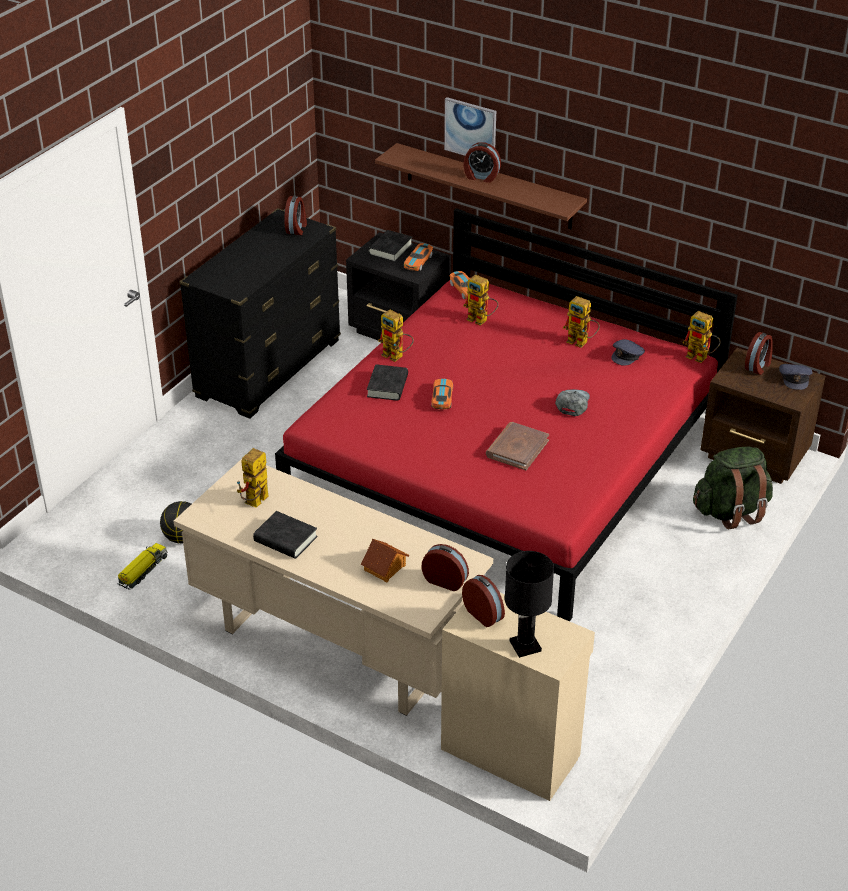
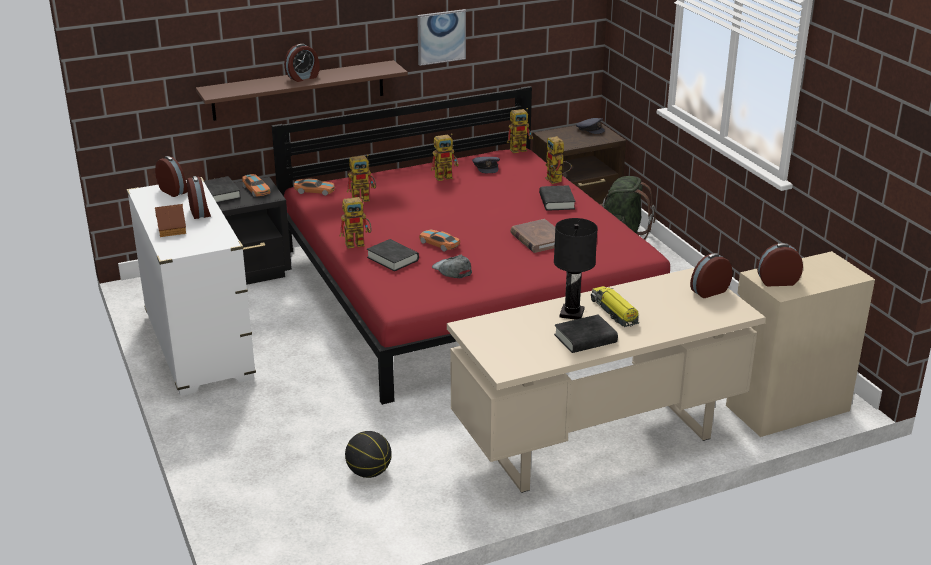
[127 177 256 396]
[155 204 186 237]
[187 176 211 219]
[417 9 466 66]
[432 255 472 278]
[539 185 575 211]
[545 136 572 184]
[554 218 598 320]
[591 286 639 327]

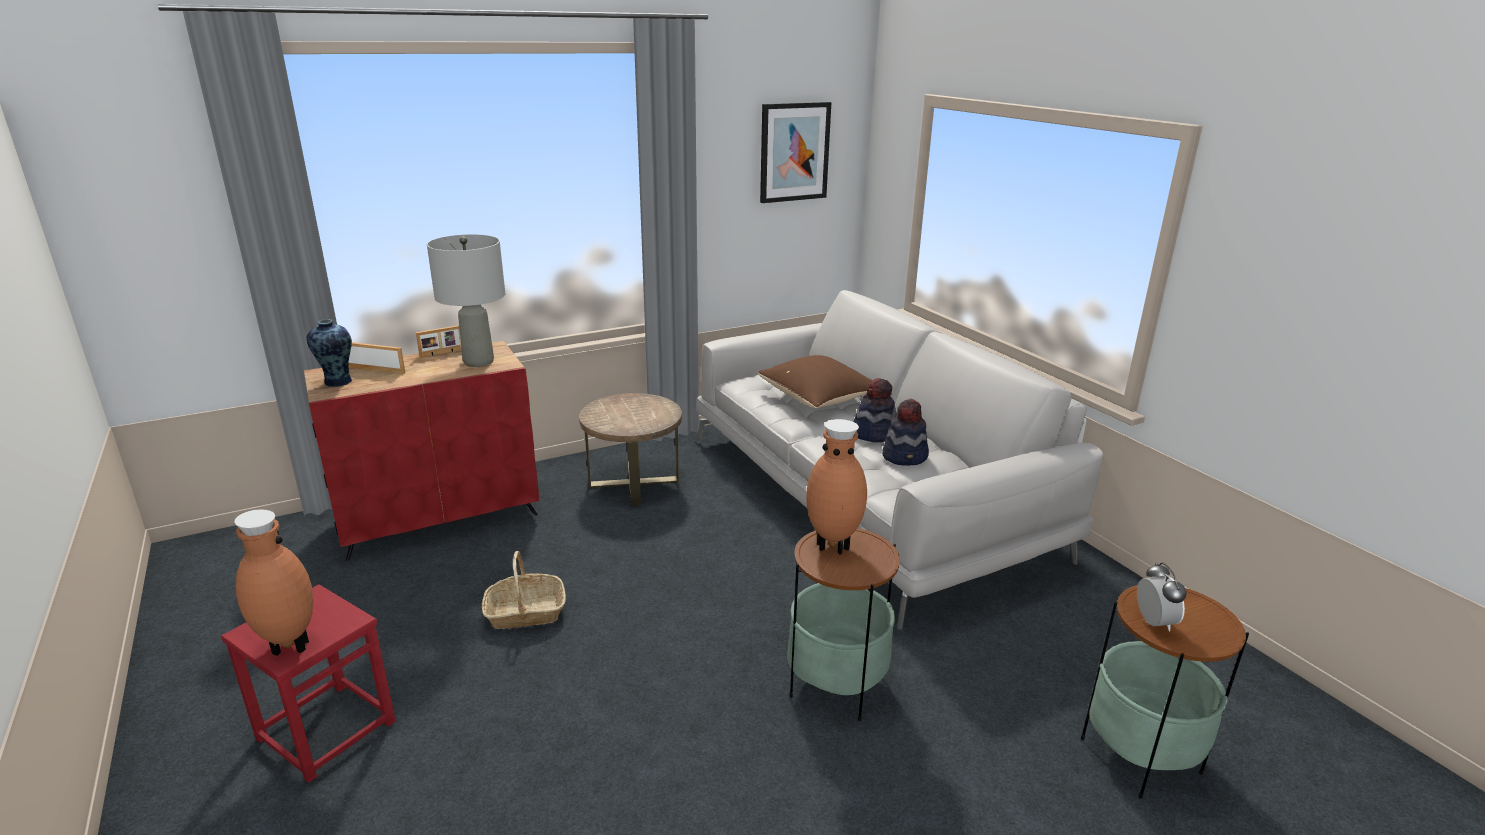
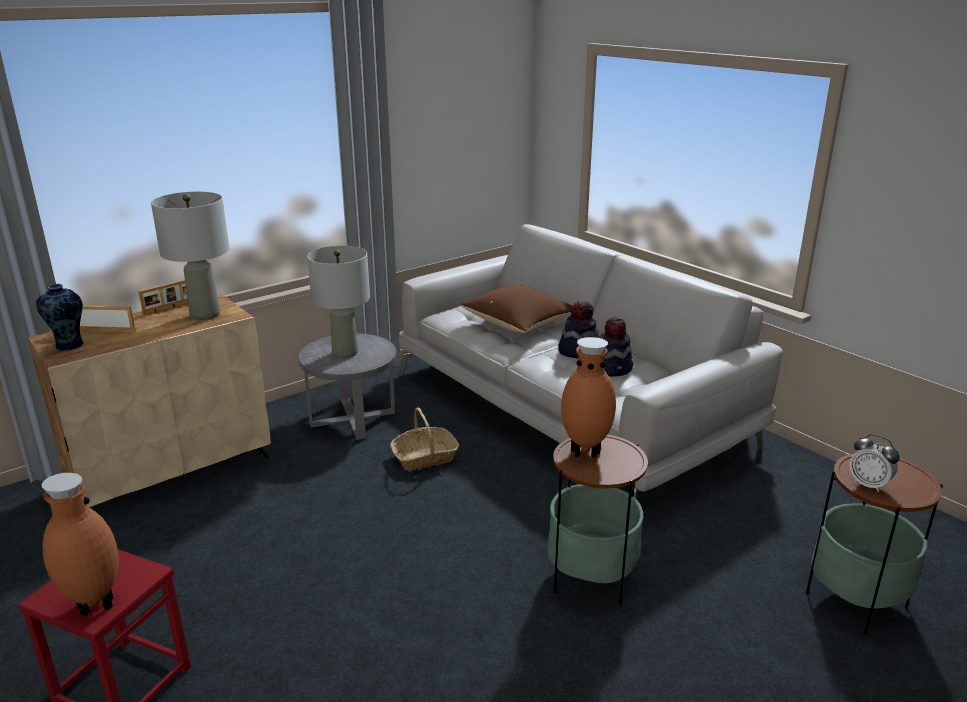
[28 293 271 510]
[299 333 396 440]
[307 246 370 358]
[390 408 459 470]
[849 434 900 492]
[760 102 831 203] (first image)

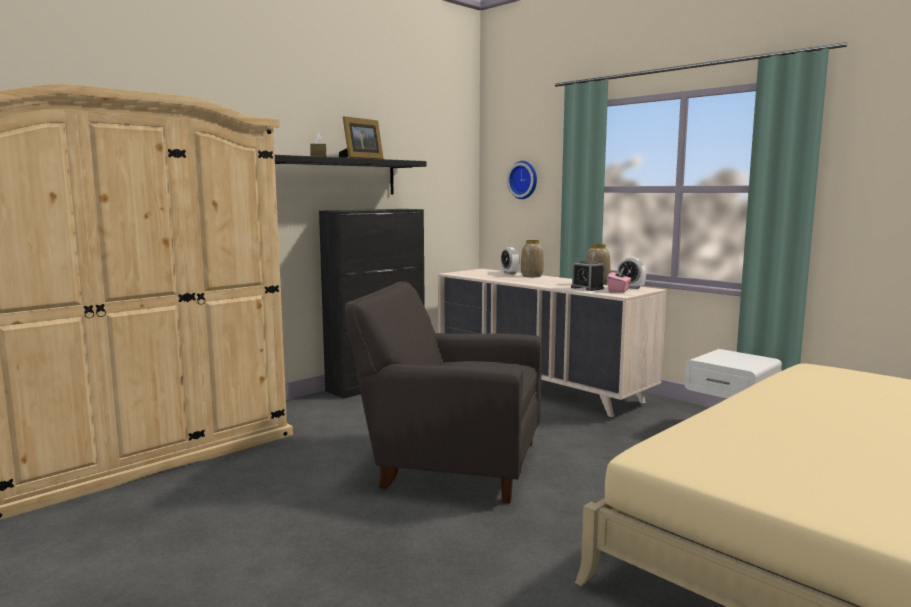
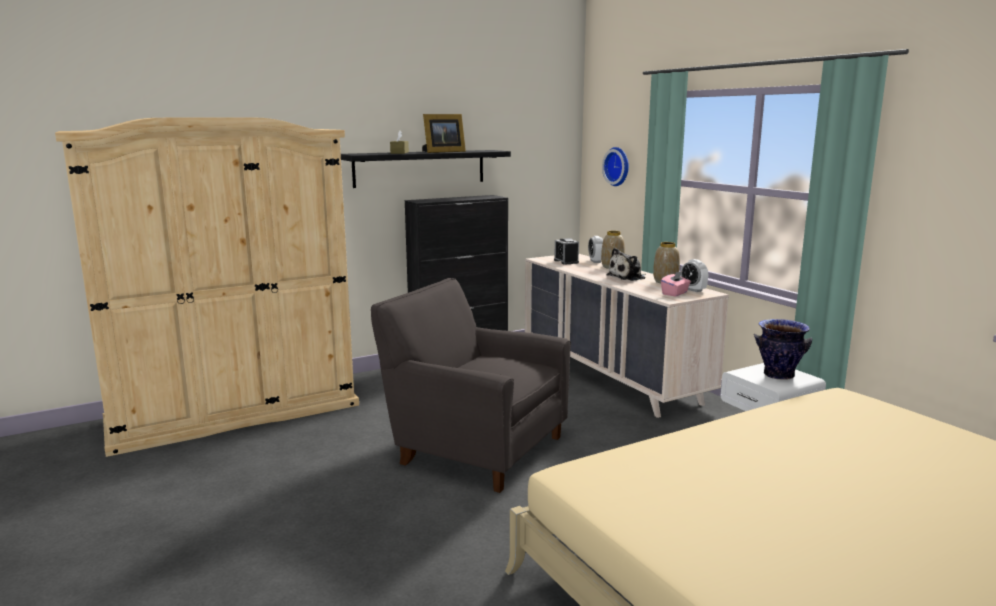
[554 238 579 265]
[607 248 646 281]
[754 319 812 380]

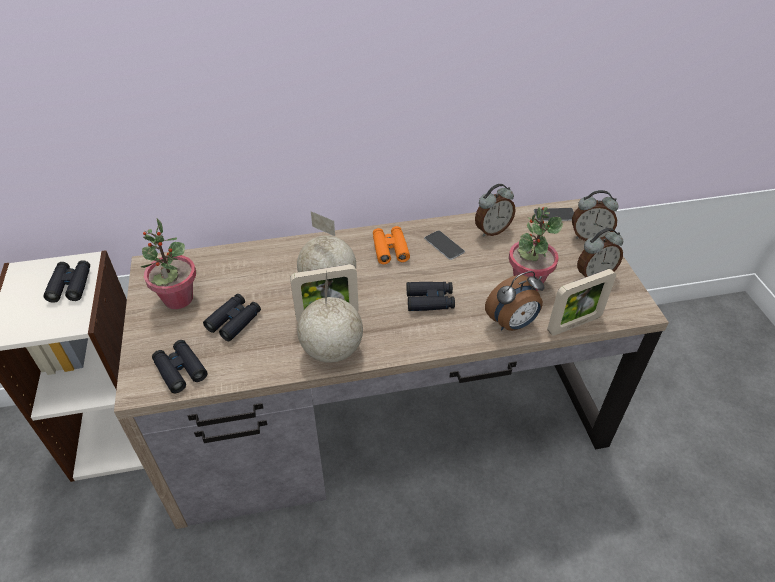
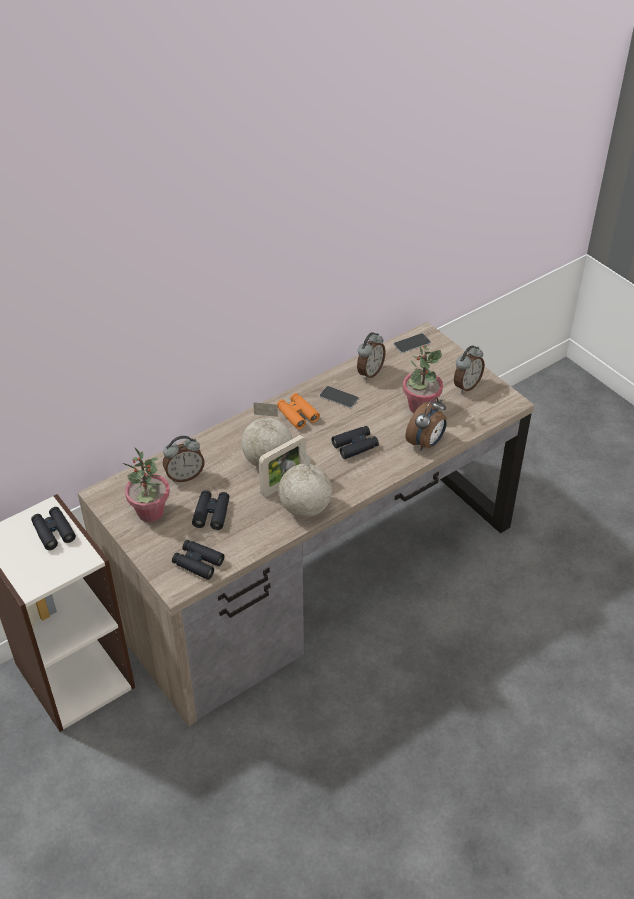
[163 436 205 482]
[547 269 616 336] (first image)

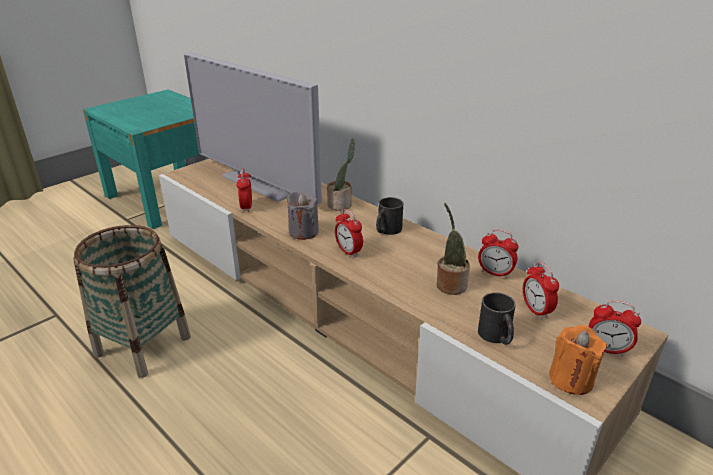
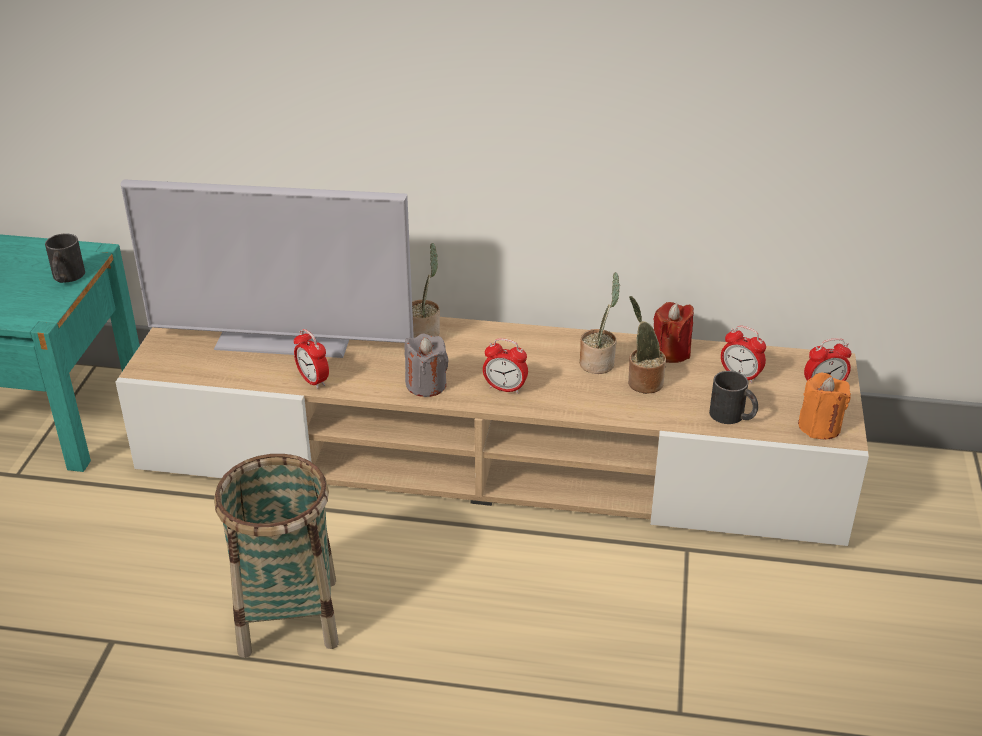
[45 233 85 283]
[580 272 620 374]
[653 302 694 363]

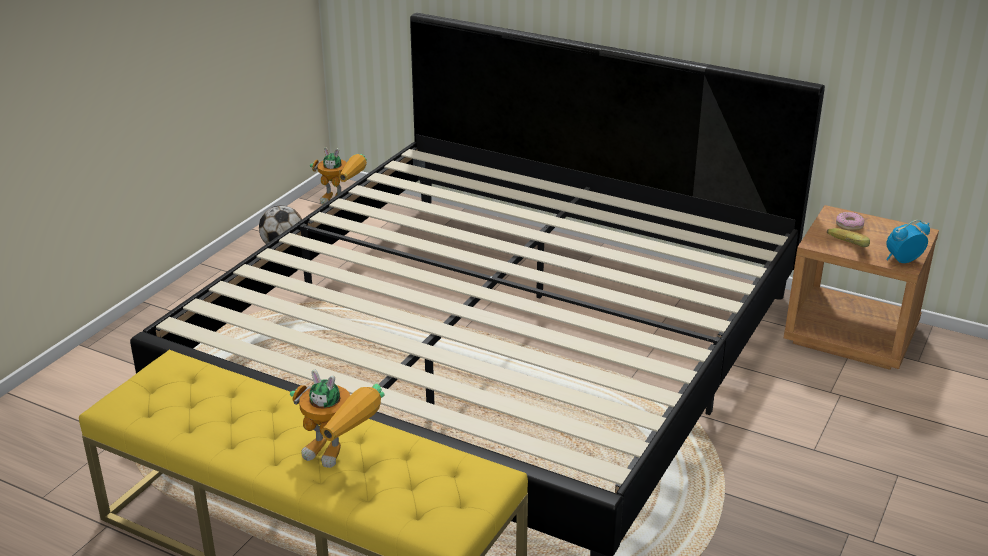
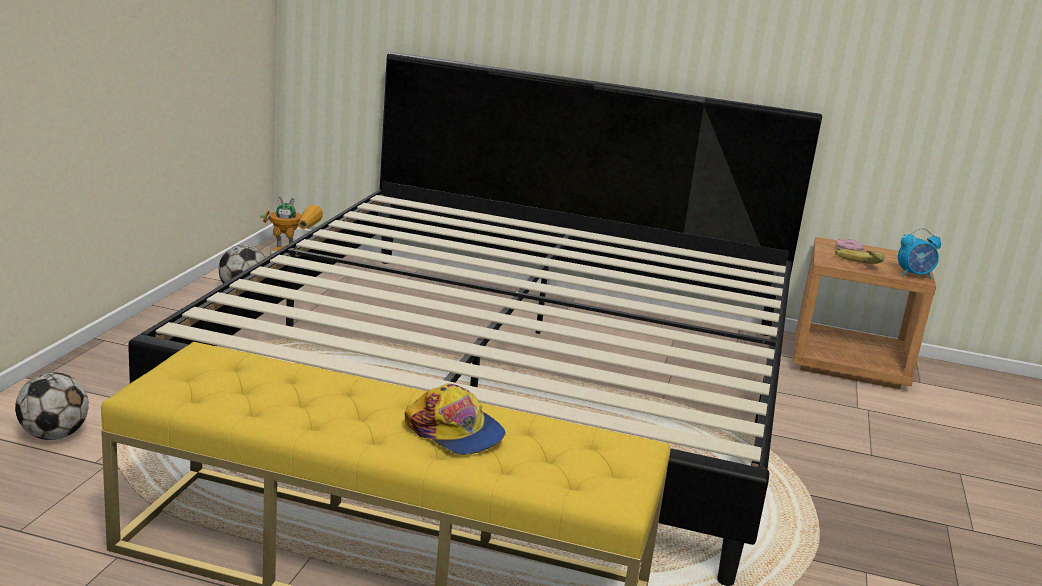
[15 372 89 440]
[405 384 506 455]
[898 228 941 279]

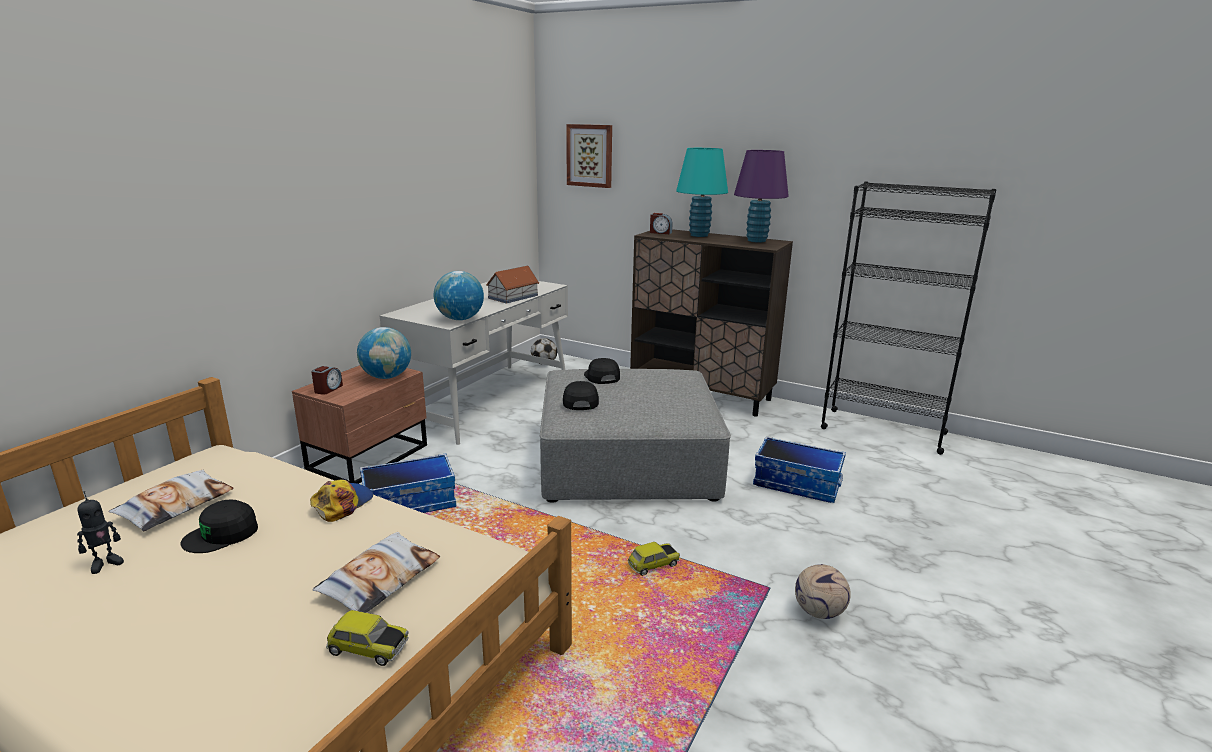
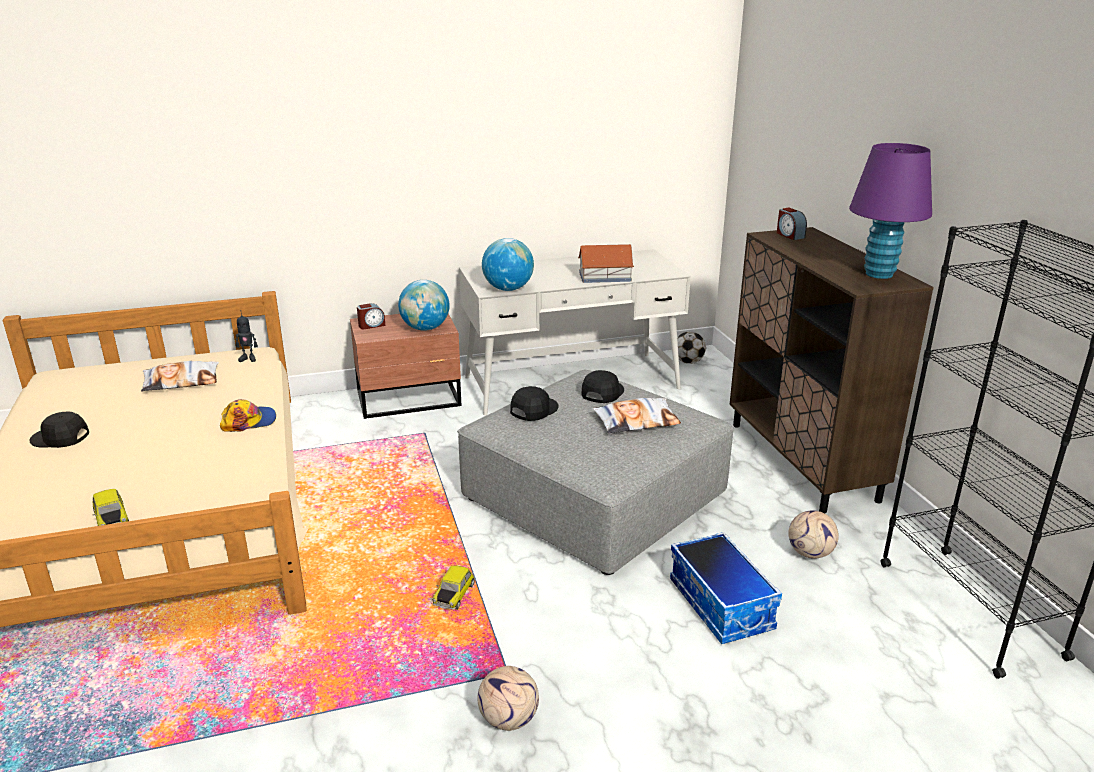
[29 411 89 448]
[236 310 258 362]
[432 565 475 610]
[592 398 681 433]
[788 510 839 559]
[360 454 456 513] (first image)
[566 124 612 188] (first image)
[676 148 728 237] (first image)

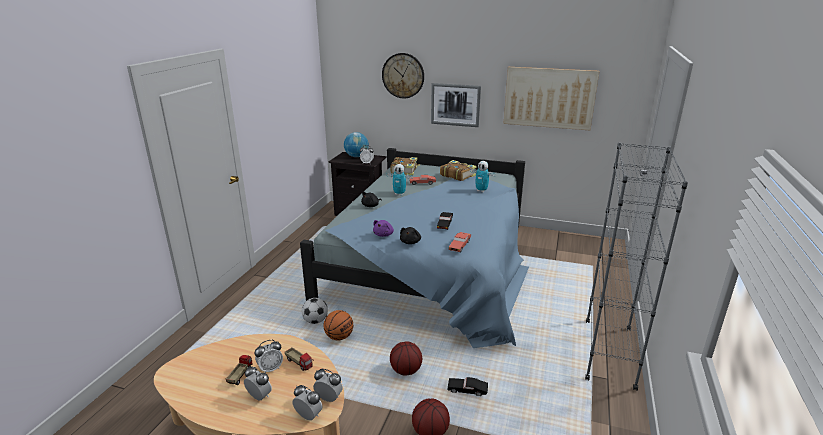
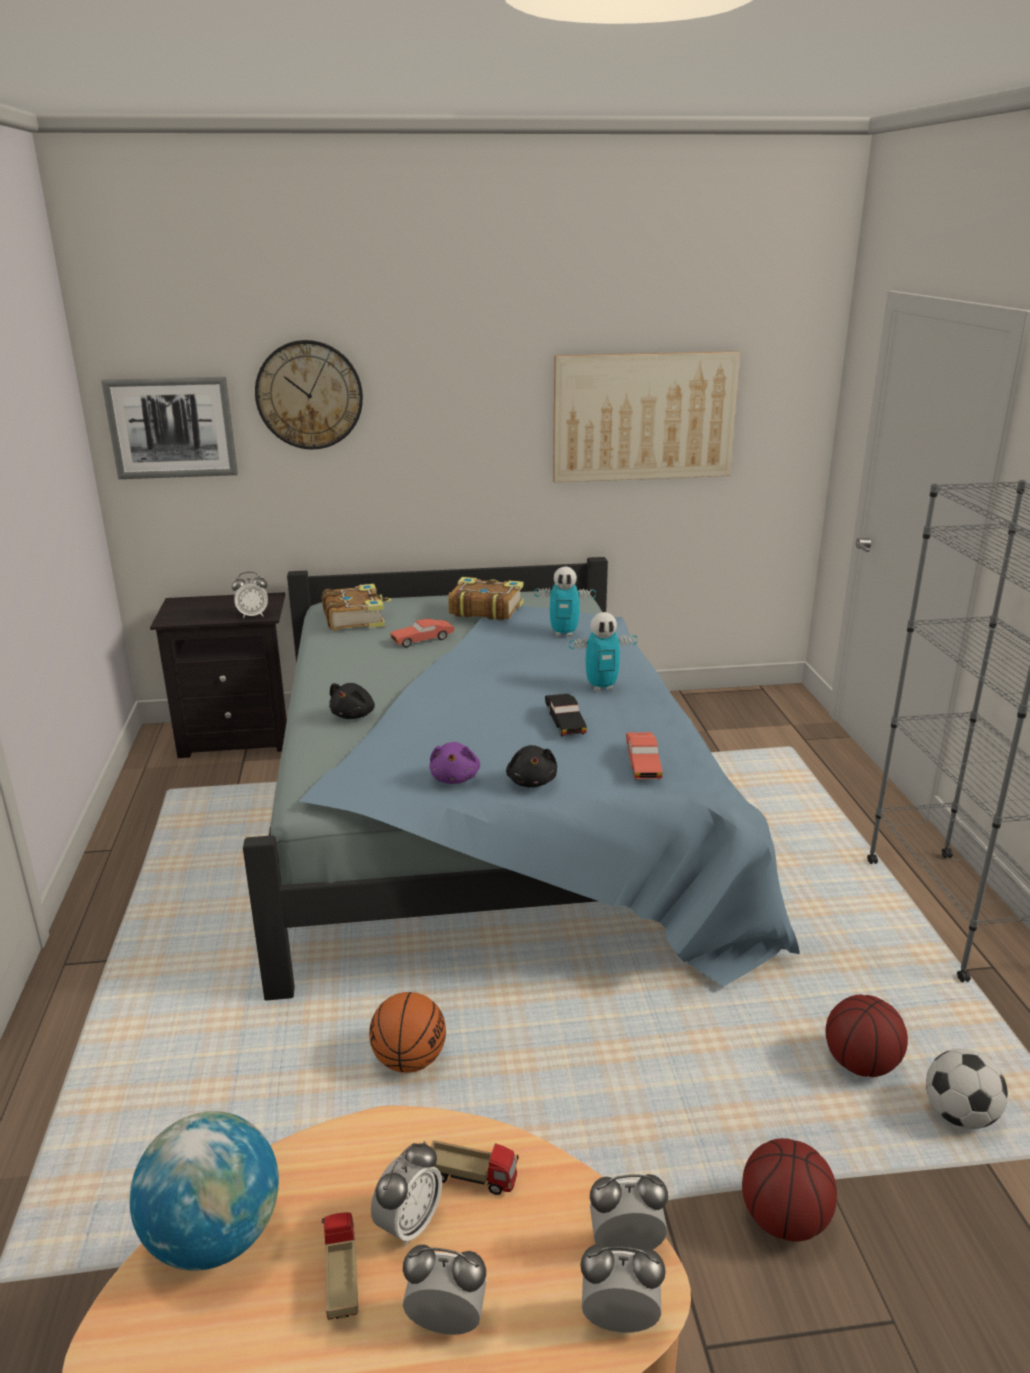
[101 377 238 479]
[130 1111 279 1271]
[569 612 637 691]
[826 995 908 1077]
[926 1049 1008 1129]
[447 377 488 396] (first image)

